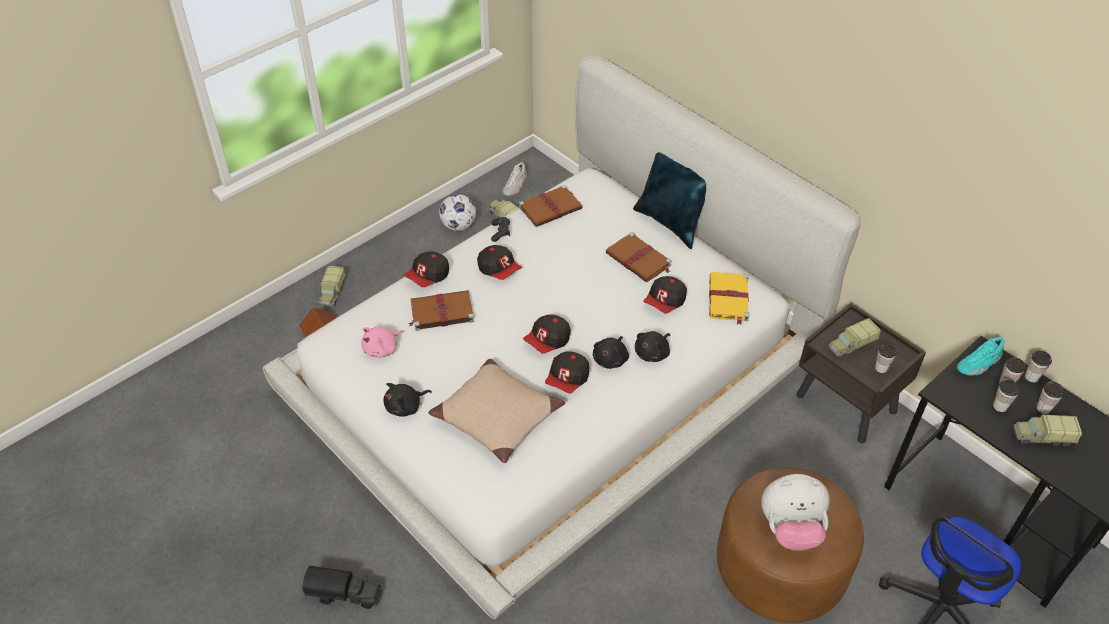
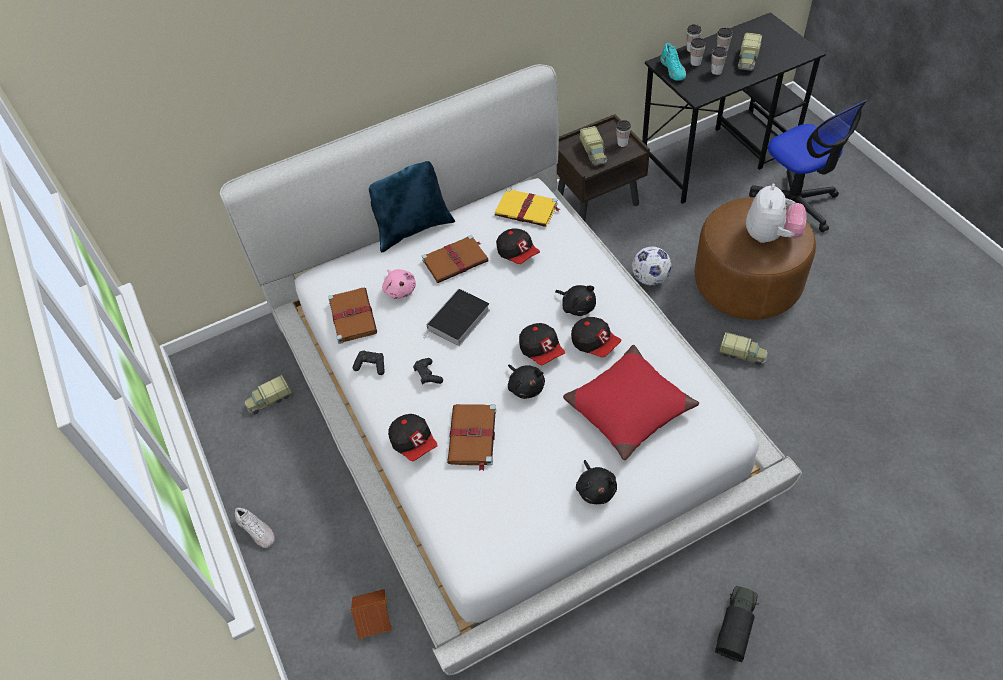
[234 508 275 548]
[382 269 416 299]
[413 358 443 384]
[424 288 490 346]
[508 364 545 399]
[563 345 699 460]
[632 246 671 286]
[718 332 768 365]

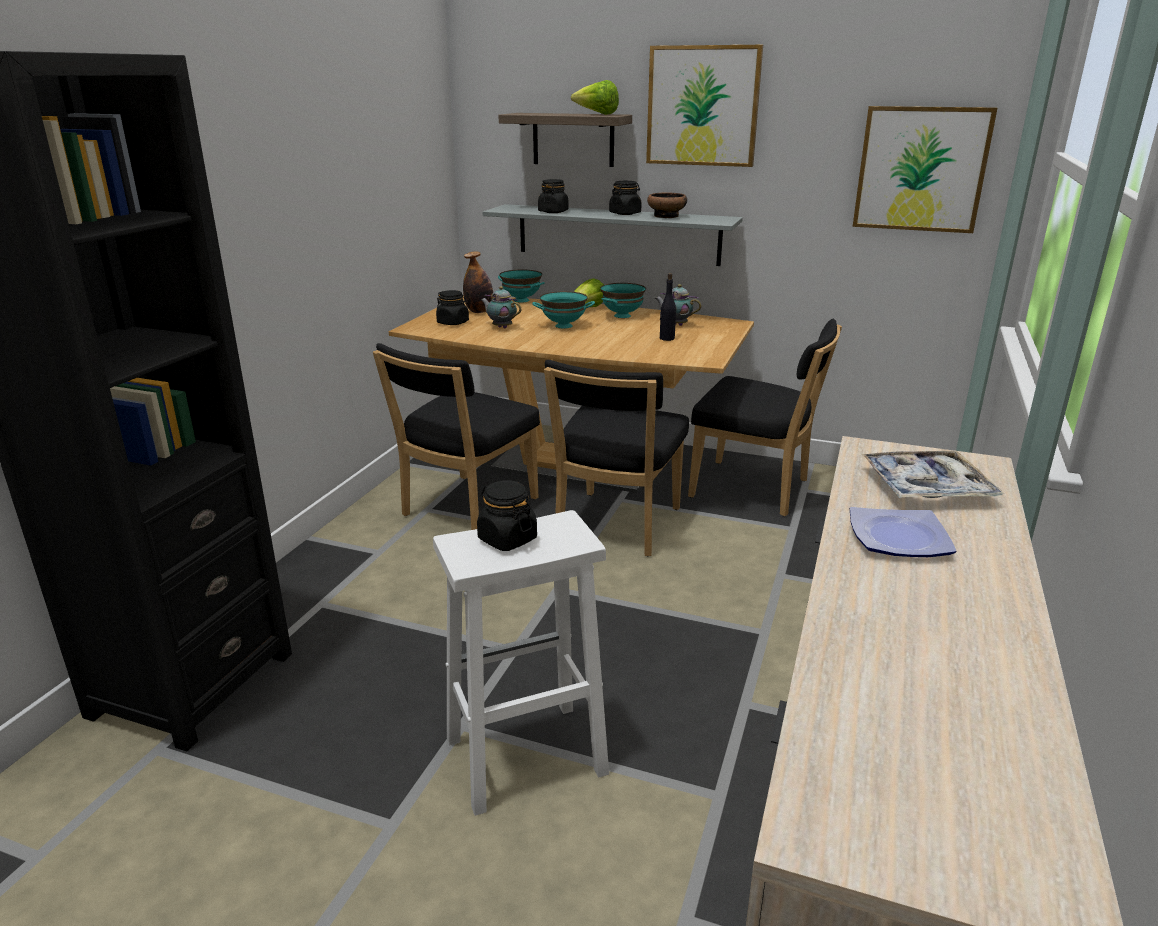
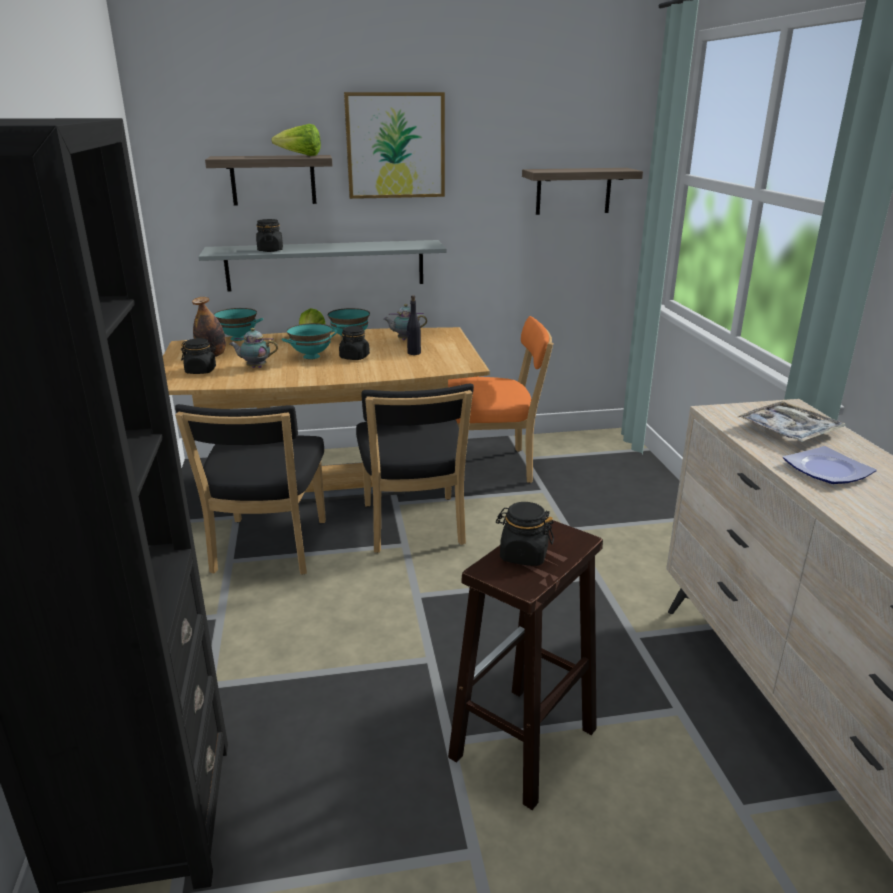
[339 326 370 360]
[448 316 554 483]
[448 520 603 810]
[522 168 643 215]
[647 192 687 218] (first image)

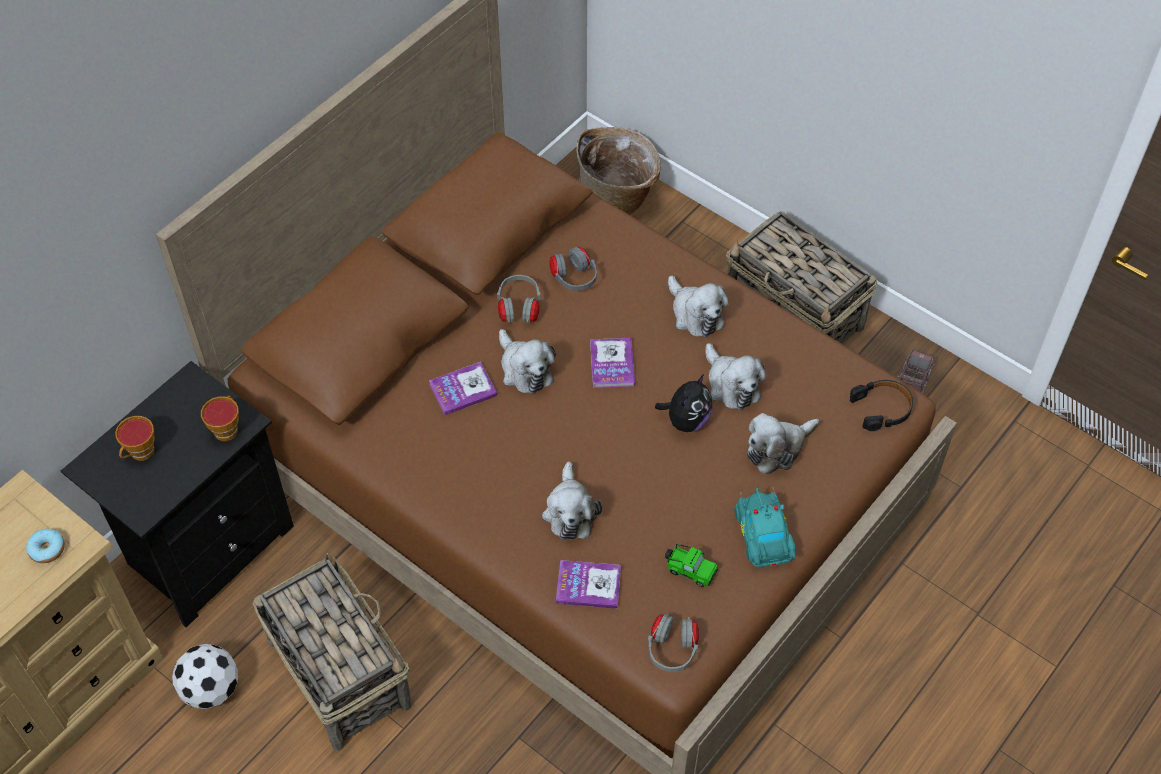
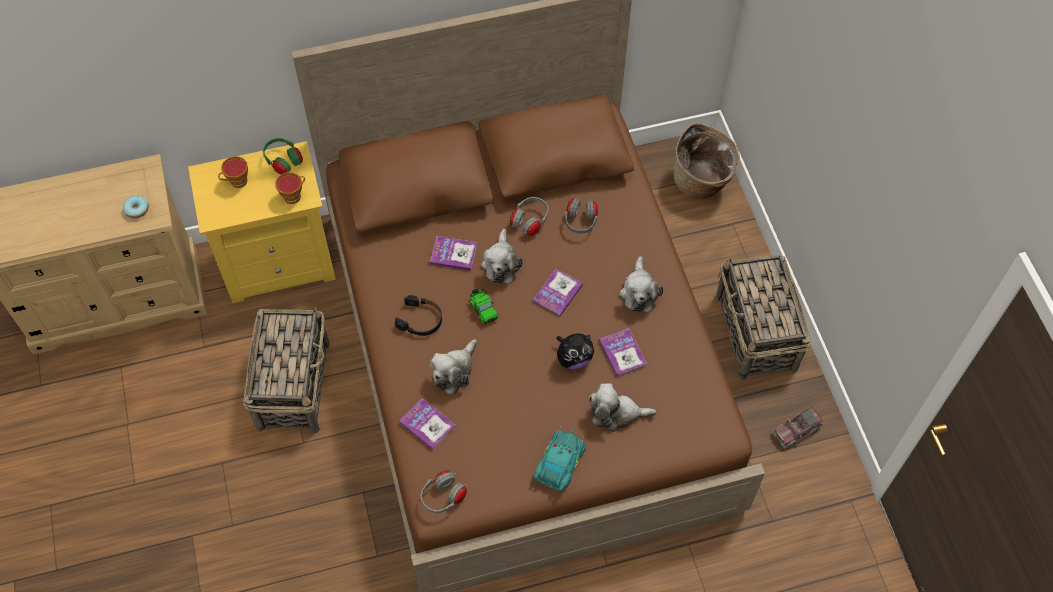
[188 141 336 303]
[263 138 303 174]
[395 295 442 336]
[469 288 499 324]
[599 328 647 377]
[172 644 238 709] (first image)

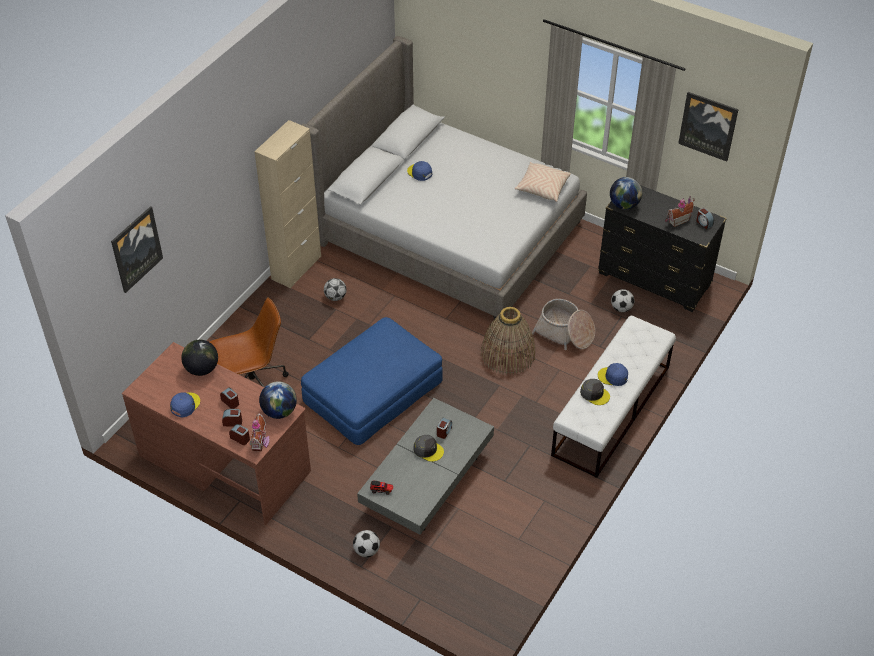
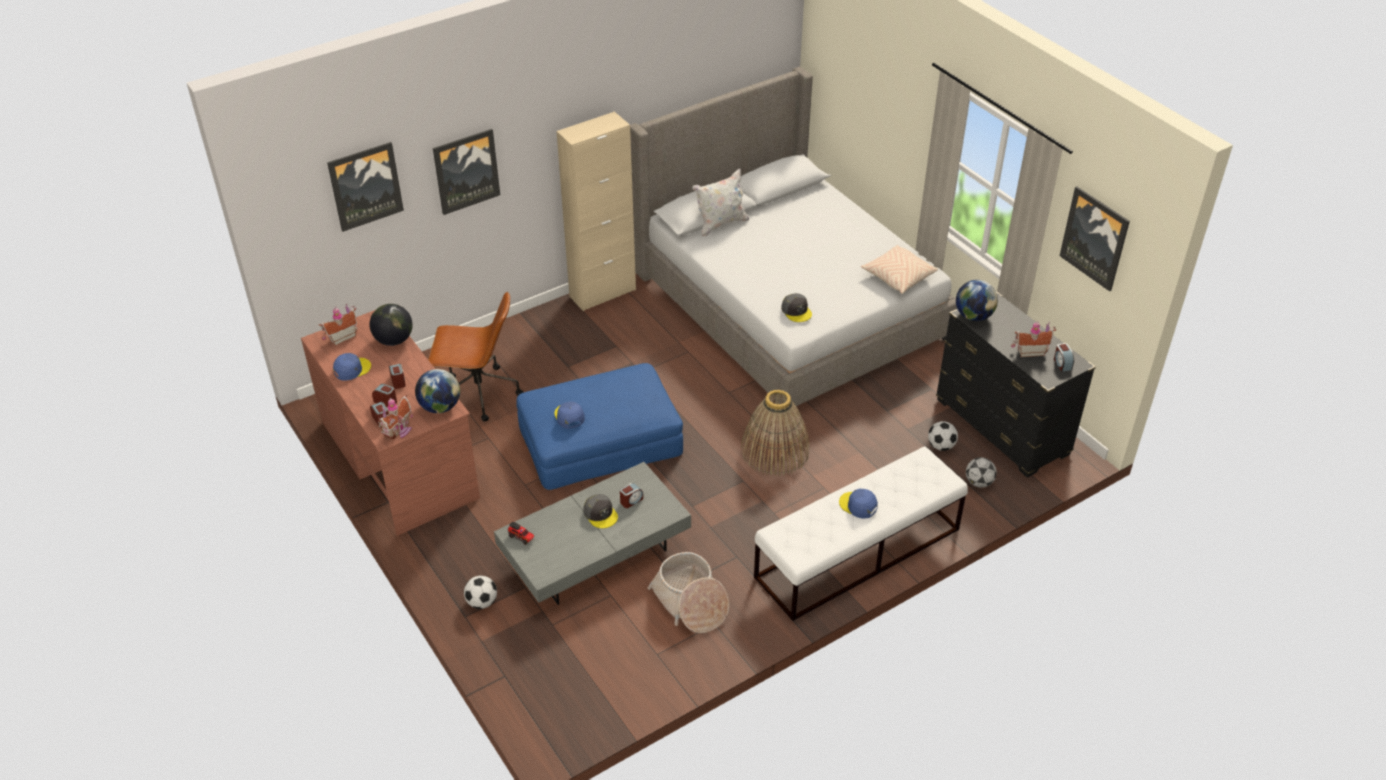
[319 303 357 345]
[433 129 500 215]
[554 402 585 428]
[647 552 729 633]
[692 169 749 236]
[781 293 812 322]
[966 457 997 487]

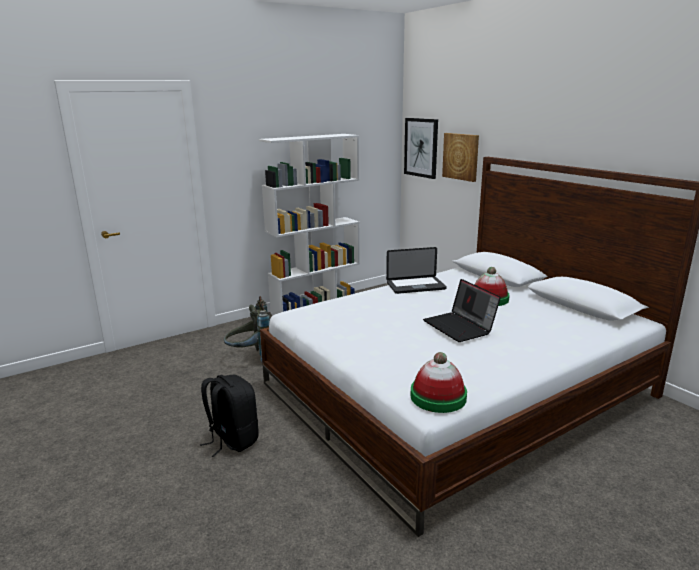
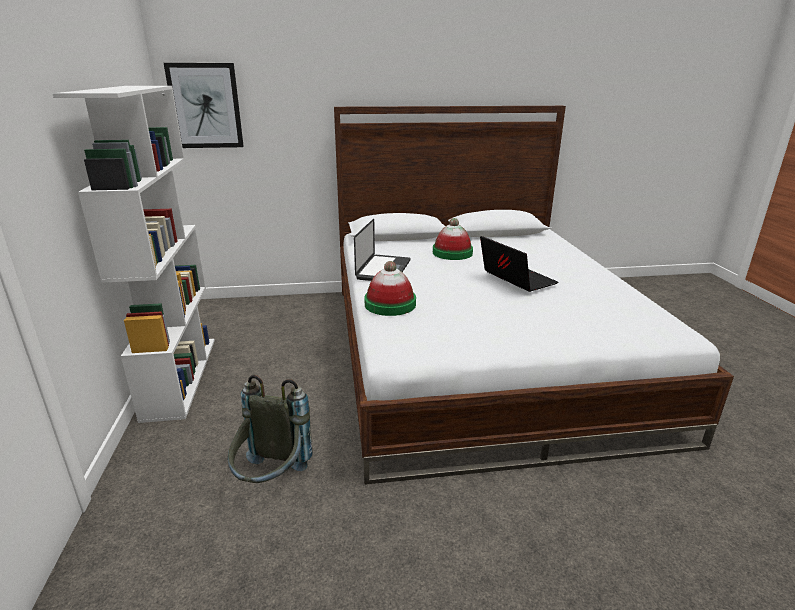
[364 261 416 316]
[480 236 558 292]
[200 375 259 457] (first image)
[442 133 479 182] (first image)

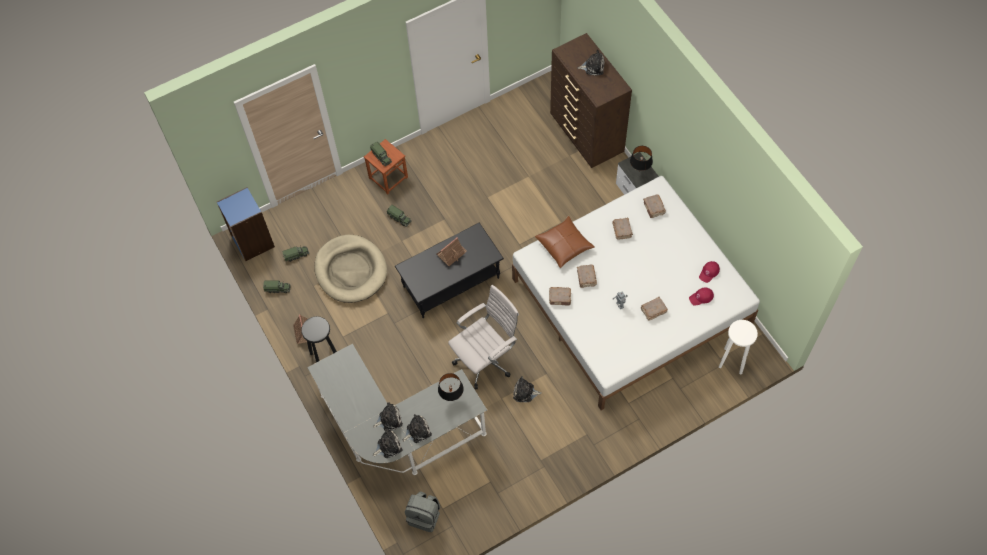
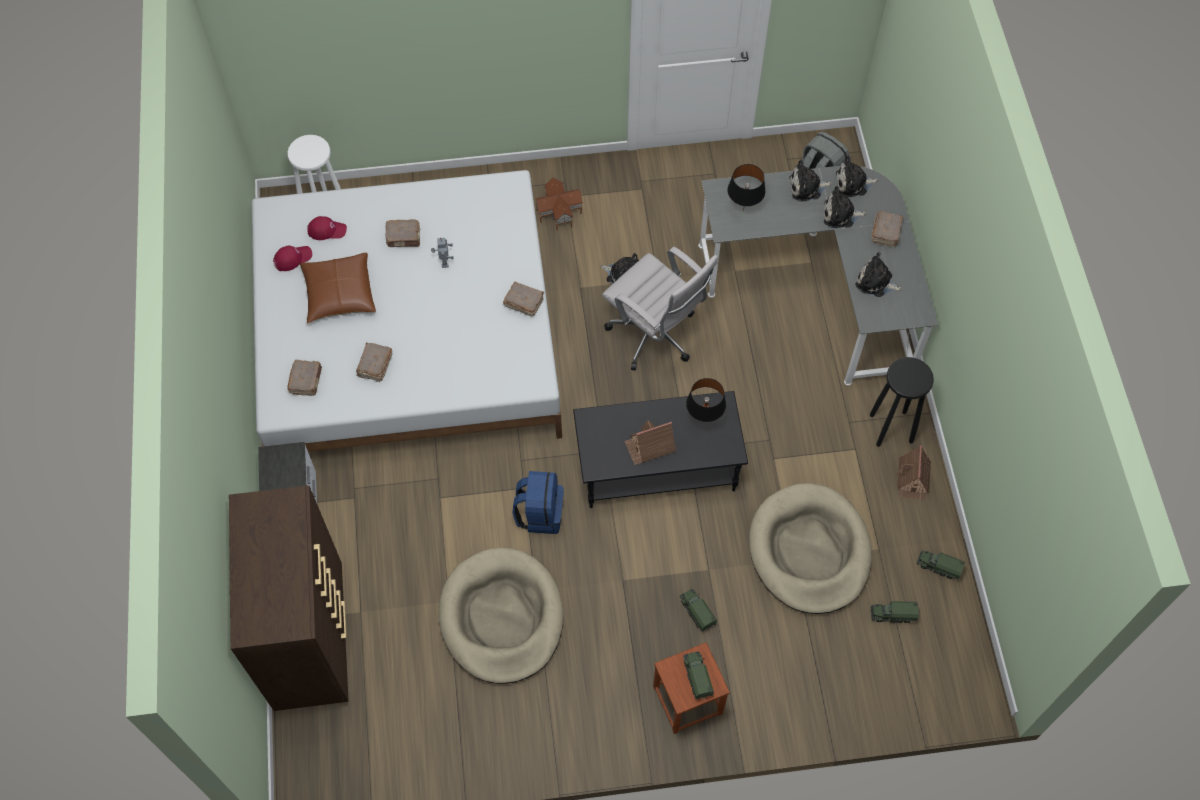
[300 253 376 323]
[439 547 563 684]
[513 471 564 534]
[534 178 583 231]
[602 247 718 371]
[686 378 726 422]
[855 252 902 297]
[871 211 903 247]
[217 187 275 262] (first image)

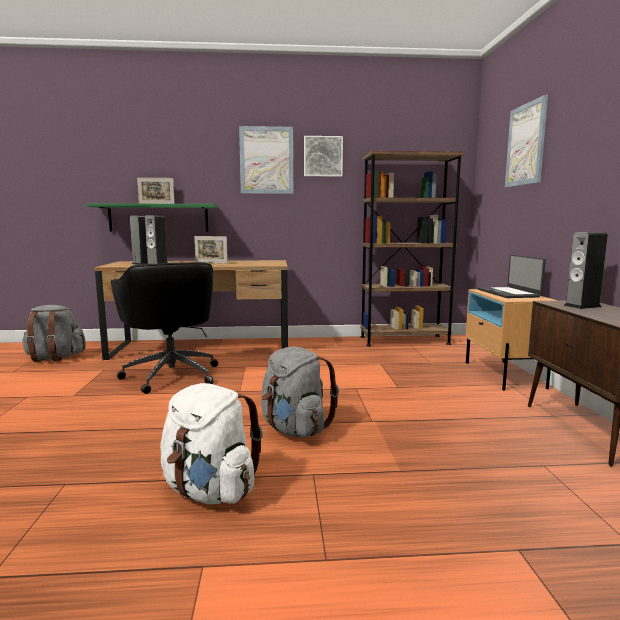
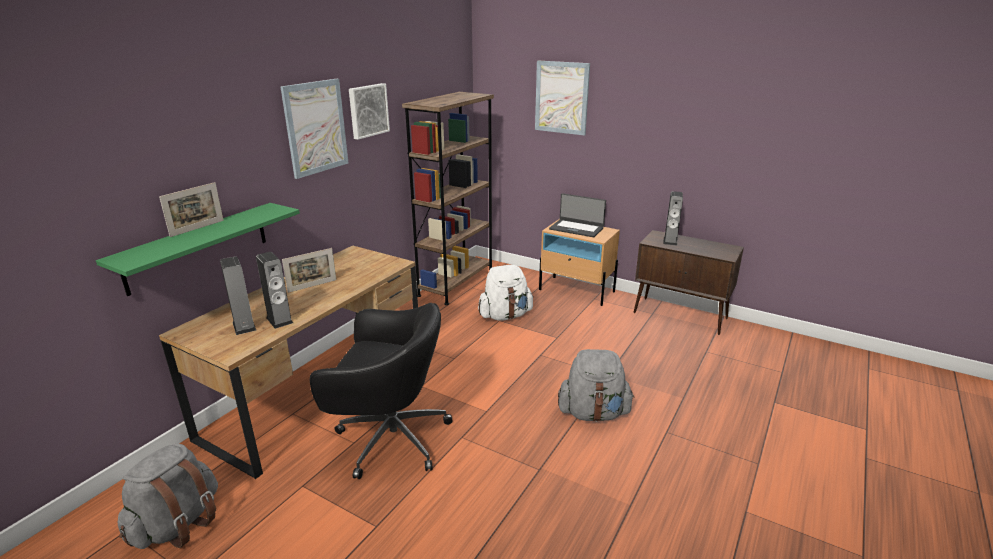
[478 265 533 321]

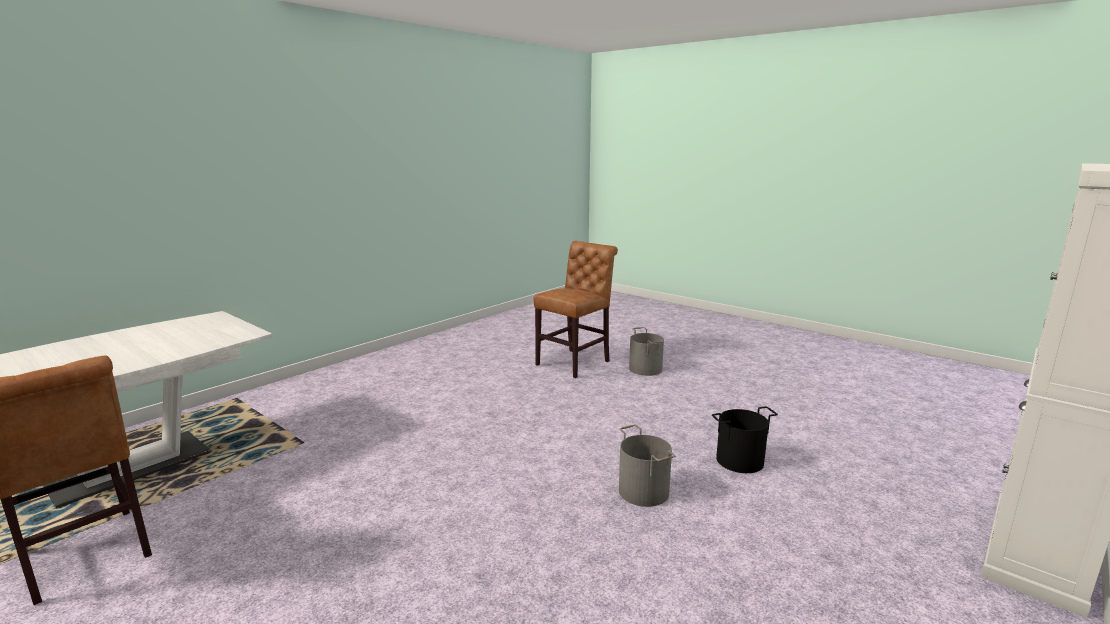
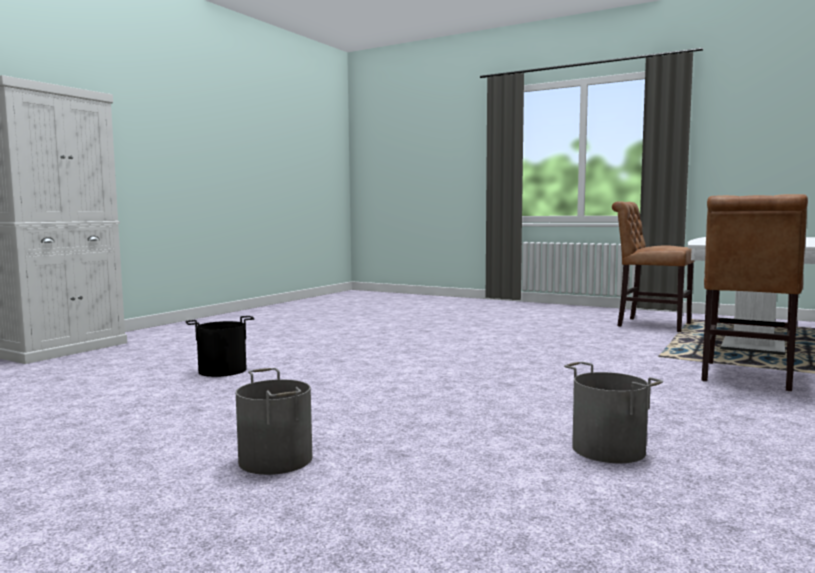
[564 362 663 463]
[701 194 808 392]

